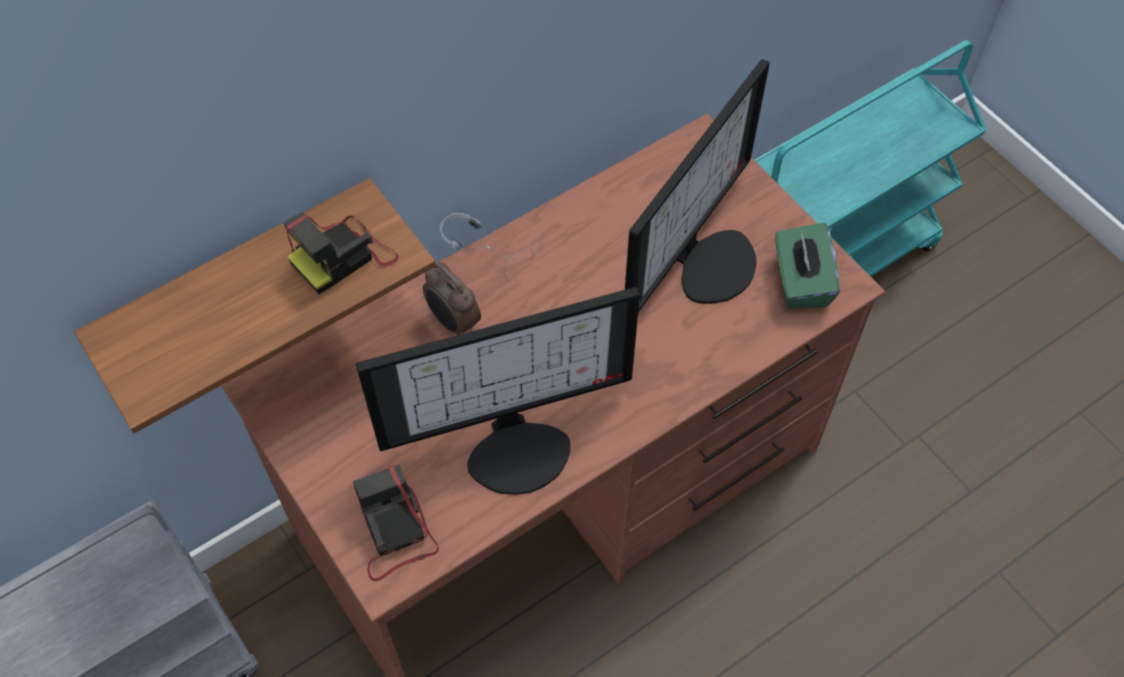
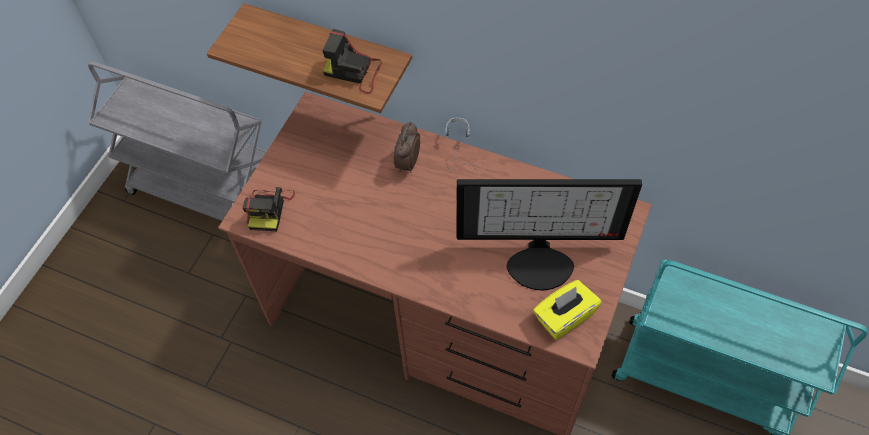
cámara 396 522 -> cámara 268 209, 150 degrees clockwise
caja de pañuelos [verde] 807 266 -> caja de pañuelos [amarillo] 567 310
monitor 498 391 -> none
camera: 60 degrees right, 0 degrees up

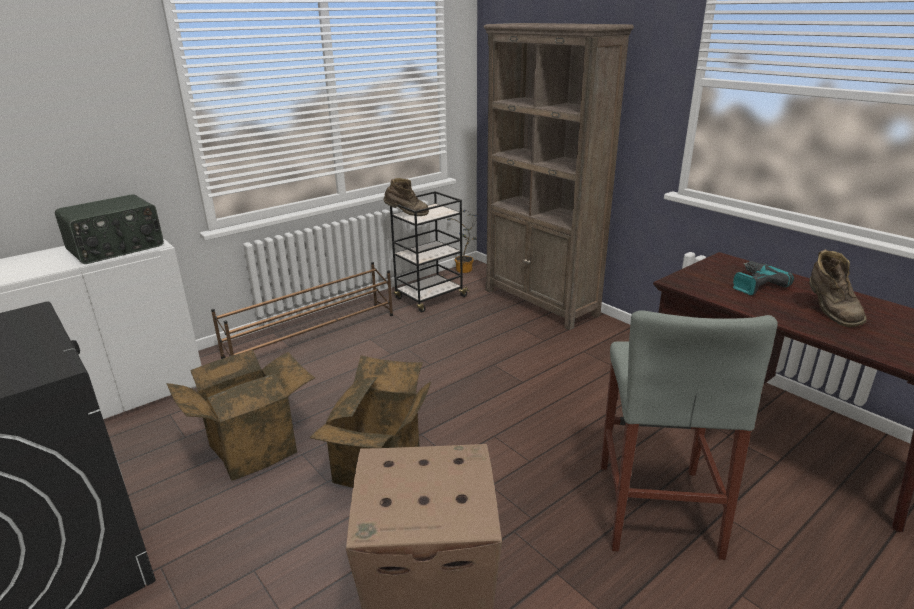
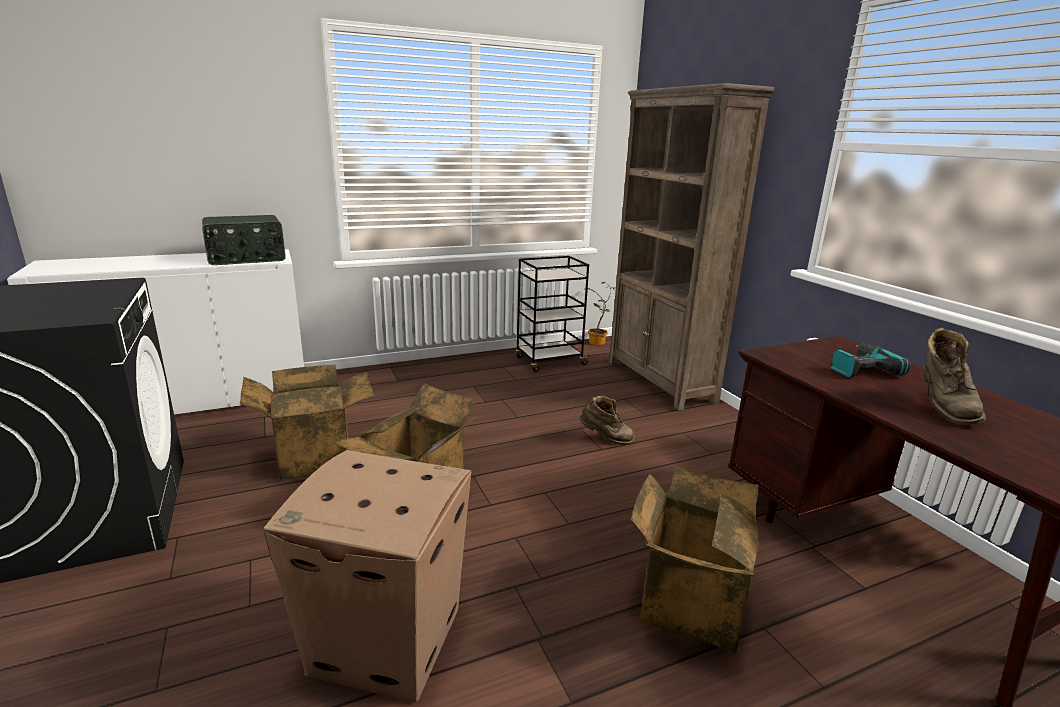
bota [marrón] 406 197 -> bota [marrón] 607 420, shifted
taburete [gris] 689 435 -> caja de cartón 694 559
zapatero [marrón] 302 310 -> none
camera: 15 degrees right, 5 degrees down

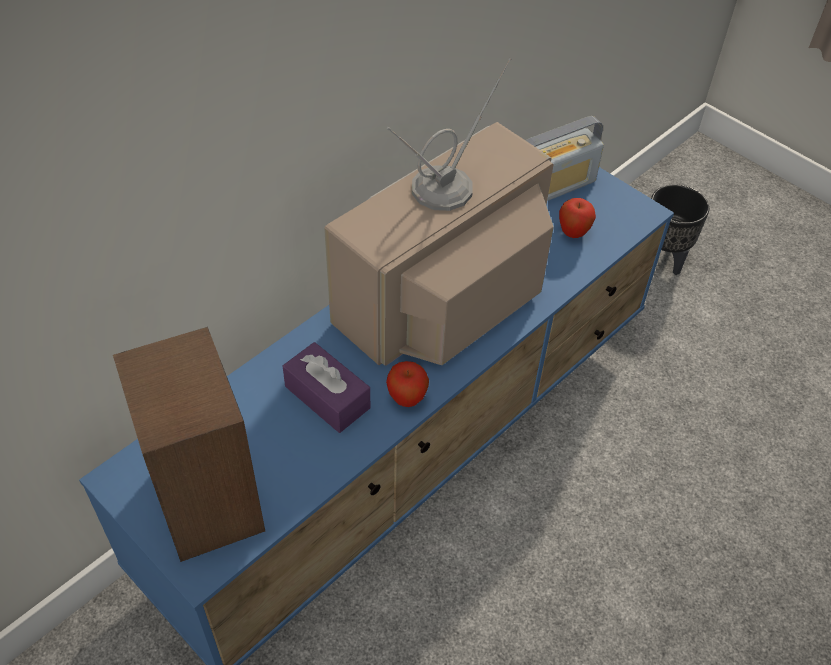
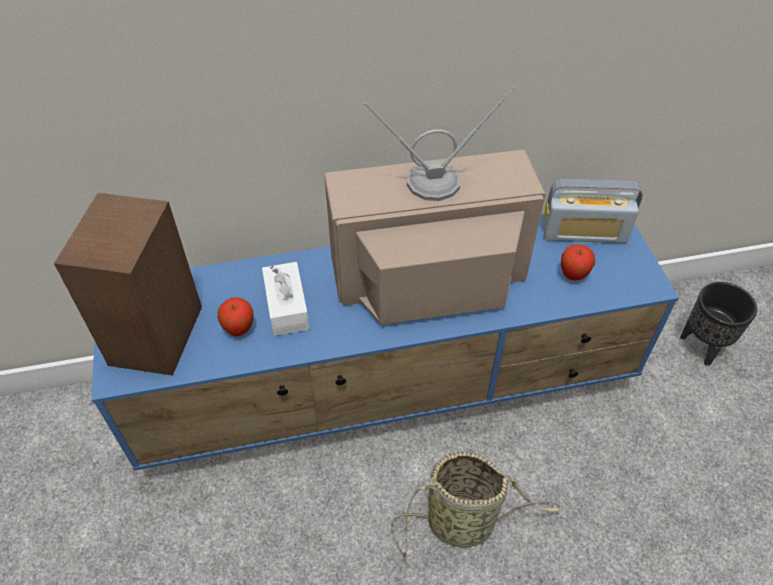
manzana 407 384 -> manzana 235 317, shifted
caja de pañuelos [morado] 326 387 -> caja de pañuelos [blanco] 286 299
none -> cesta 477 507
camera: 35 degrees right, 0 degrees up

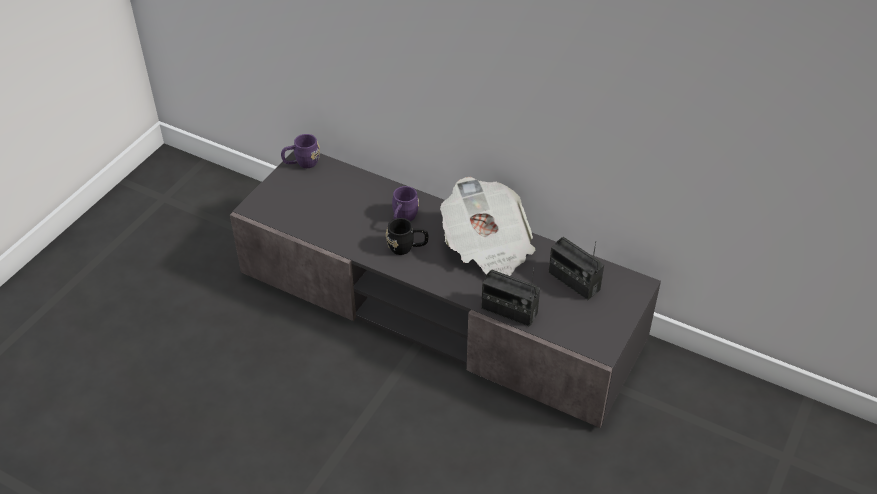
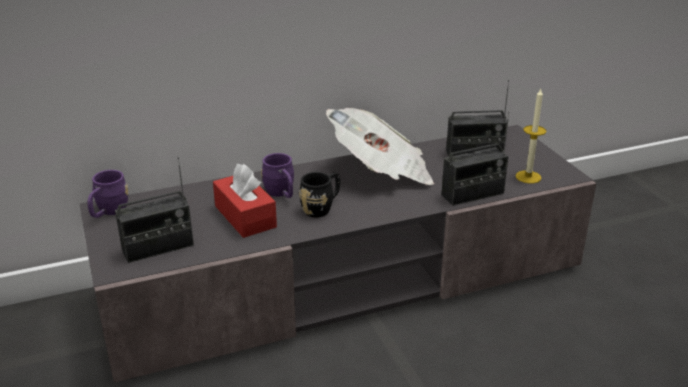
none -> radio 154 210
none -> caja de pañuelos [rojo] 245 201
none -> vela 530 136
camera: 50 degrees left, 15 degrees down

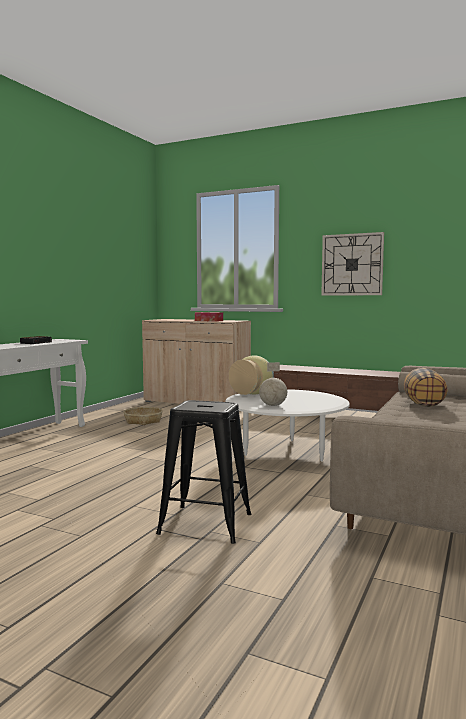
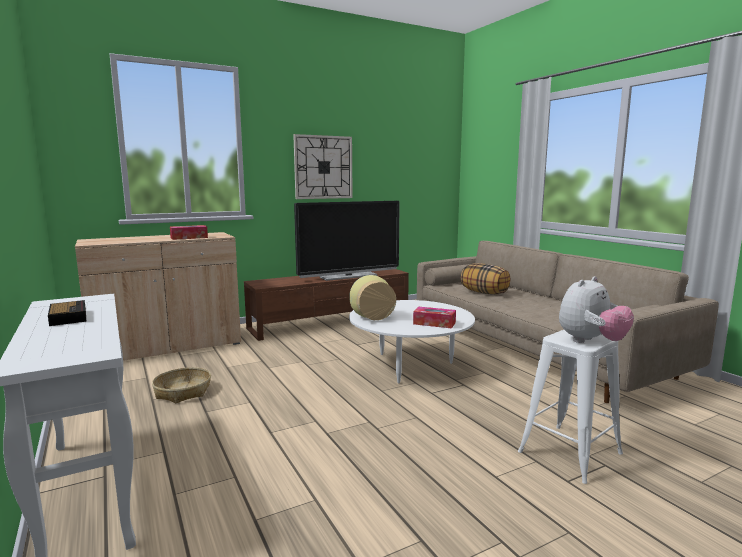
none -> televisor 347 241
globo terráqueo 273 384 -> caja de pañuelos 434 317
taburete [negro] 203 472 -> taburete [blanco] 570 407
none -> peluche 596 309
camera: 55 degrees left, 5 degrees up

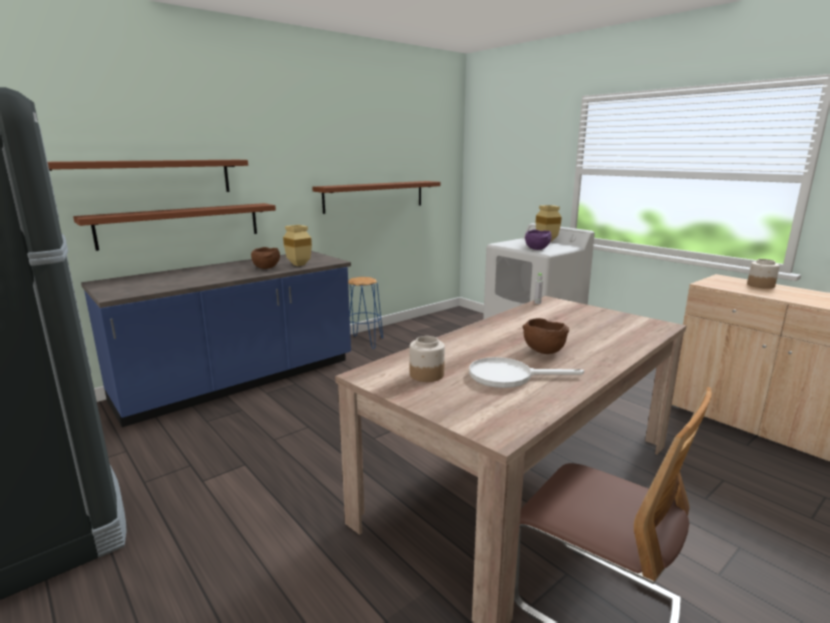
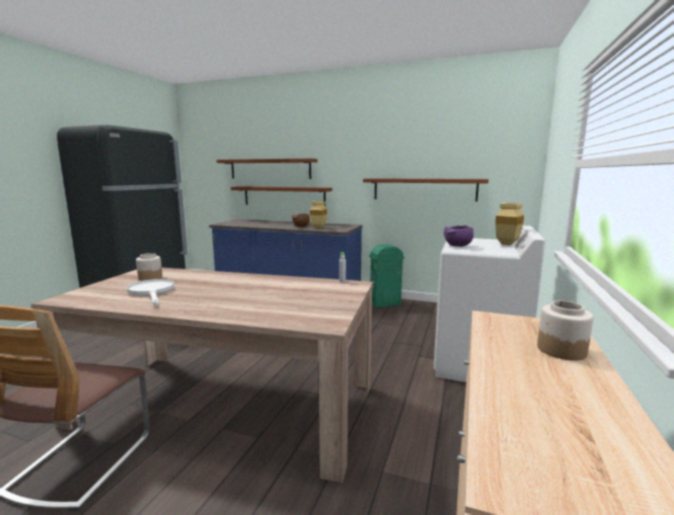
taburete [azul] 365 313 -> papelera [verde] 386 276
cuenco [marrón] 545 336 -> none
camera: 60 degrees right, 5 degrees down

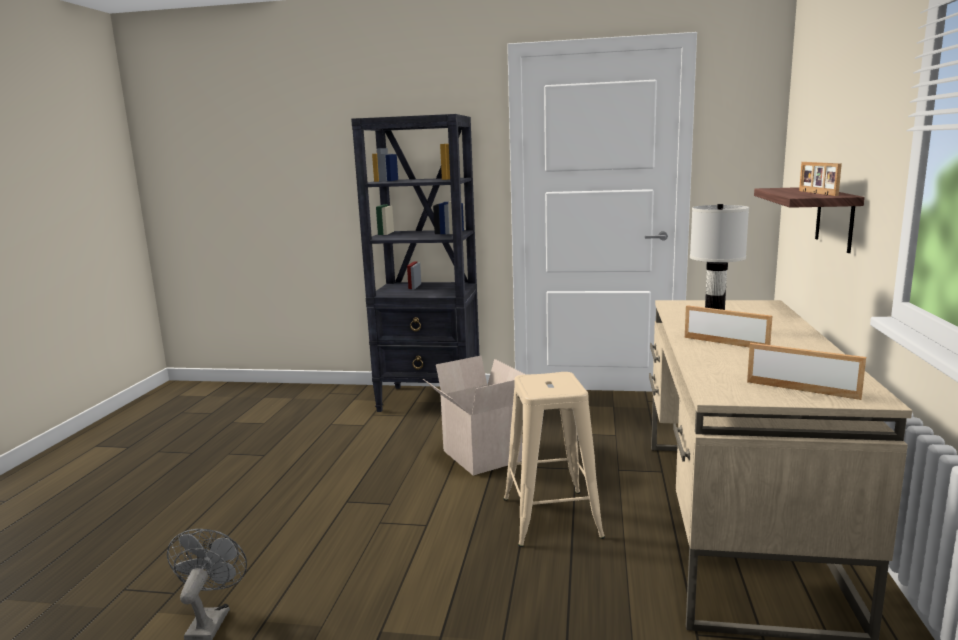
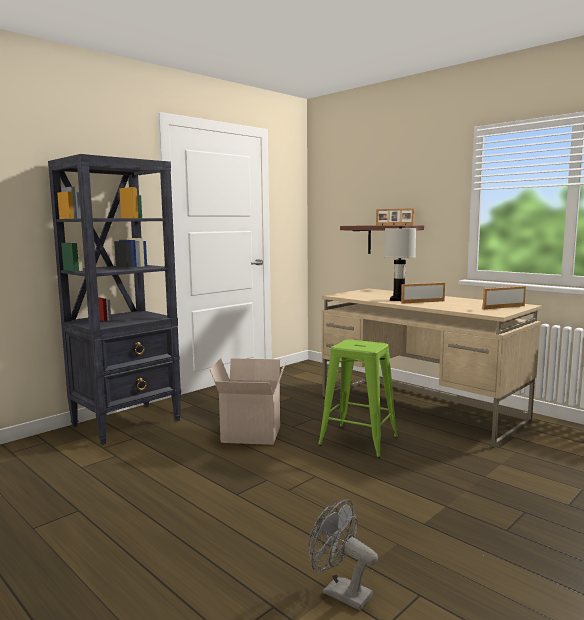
taburete [beis] 554 459 -> taburete [verde] 358 398
camera: 55 degrees left, 5 degrees down

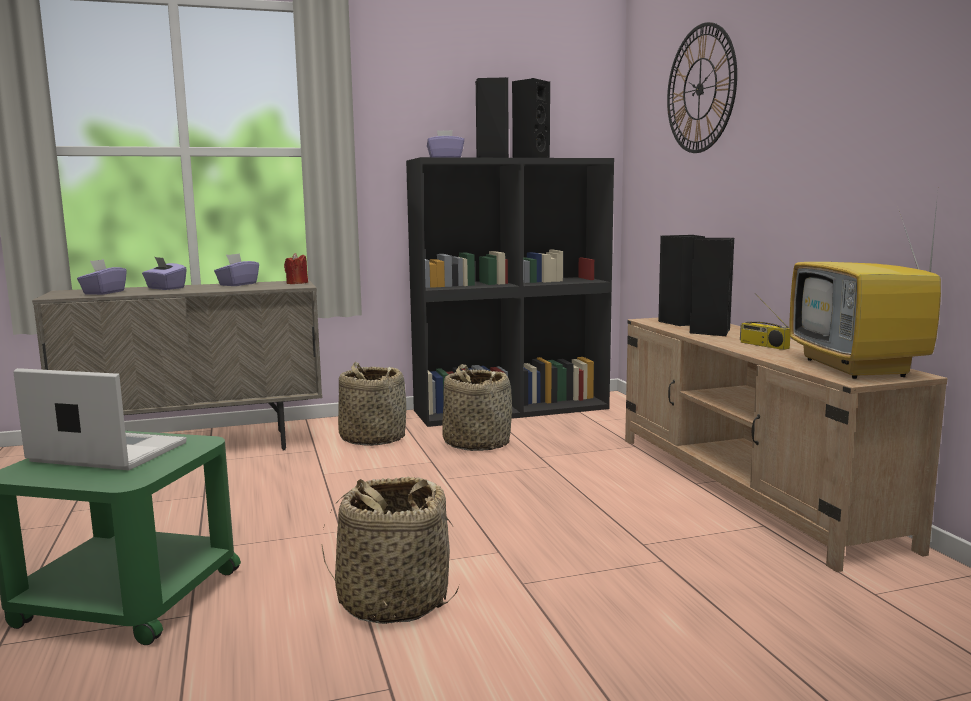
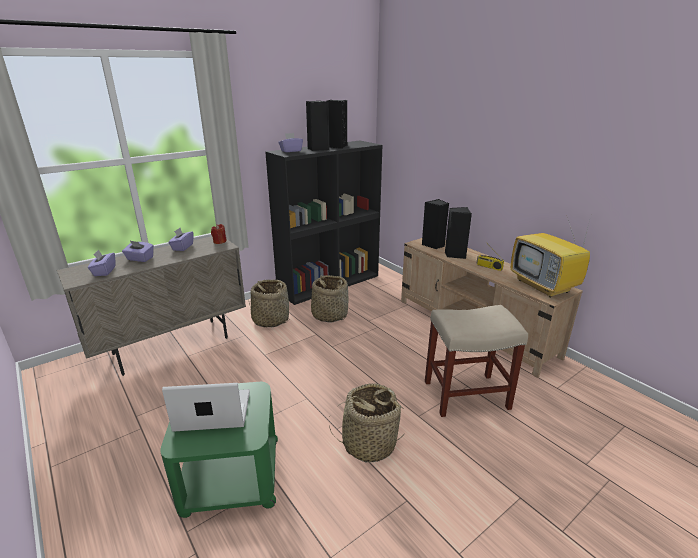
none -> taburete [beis] 476 361
reloj de pared 702 87 -> none
camera: 20 degrees left, 15 degrees up

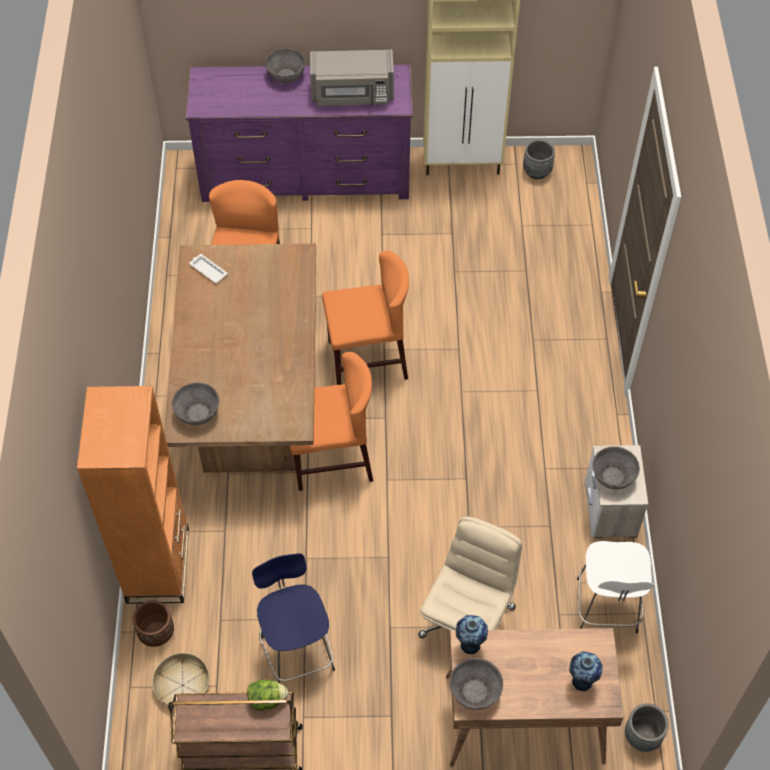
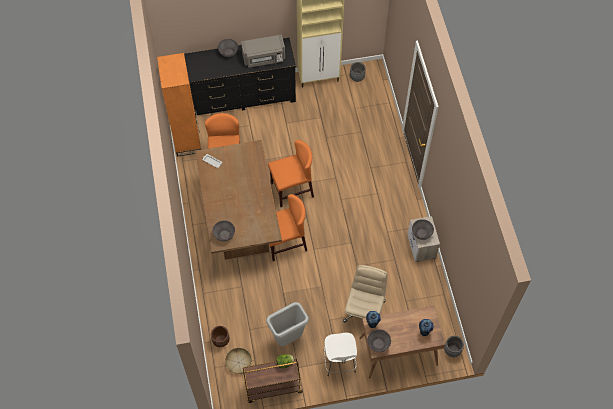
estantería [naranja] 133 495 -> estantería [naranja] 179 105, shifted
cómoda [morado] 299 133 -> cómoda [negro] 240 76
taburete [azul] 293 618 -> papelera [gris] 287 324
taburete [blanco] 616 587 -> taburete [blanco] 340 354, shifted
camera: 10 degrees left, 5 degrees up

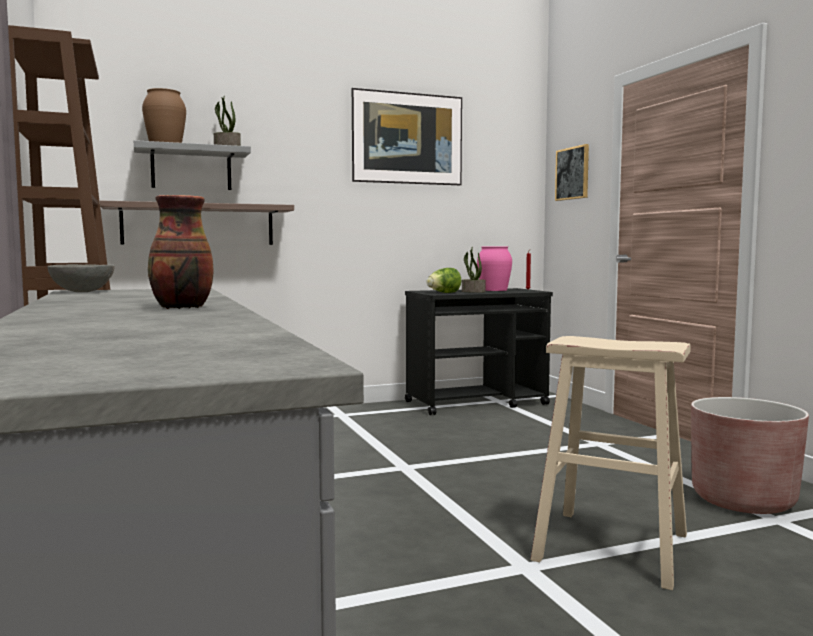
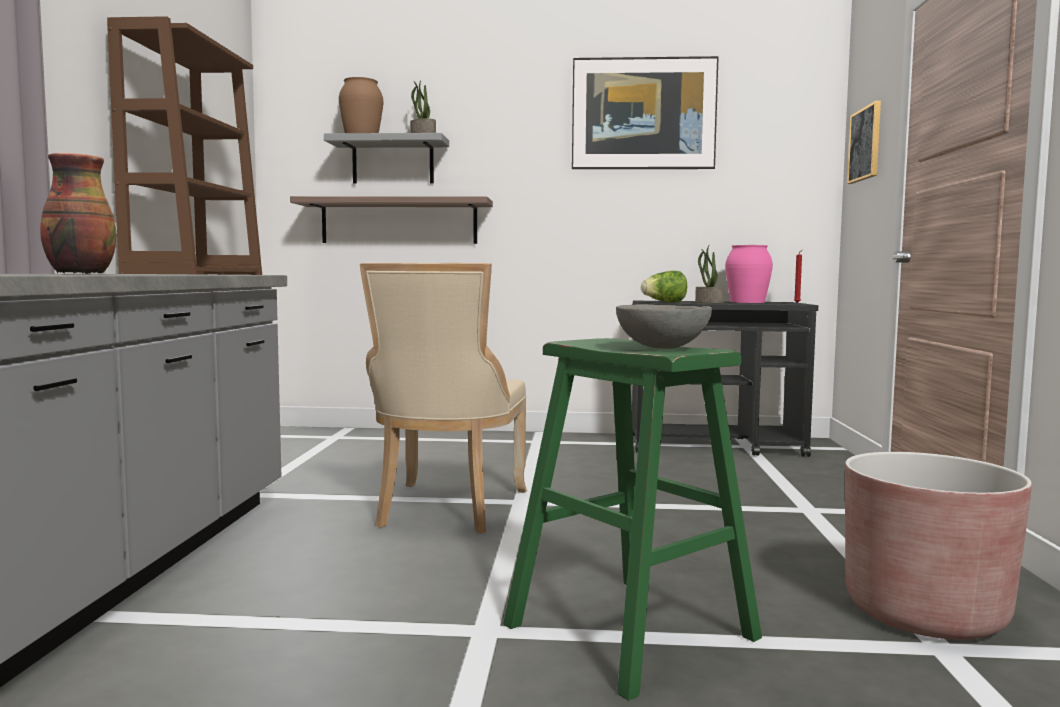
none -> silla [beis] 443 398
taburete [beis] 611 463 -> taburete [verde] 632 519
cuenco [gris] 81 278 -> cuenco [gris] 664 326, shifted
camera: 25 degrees right, 0 degrees up

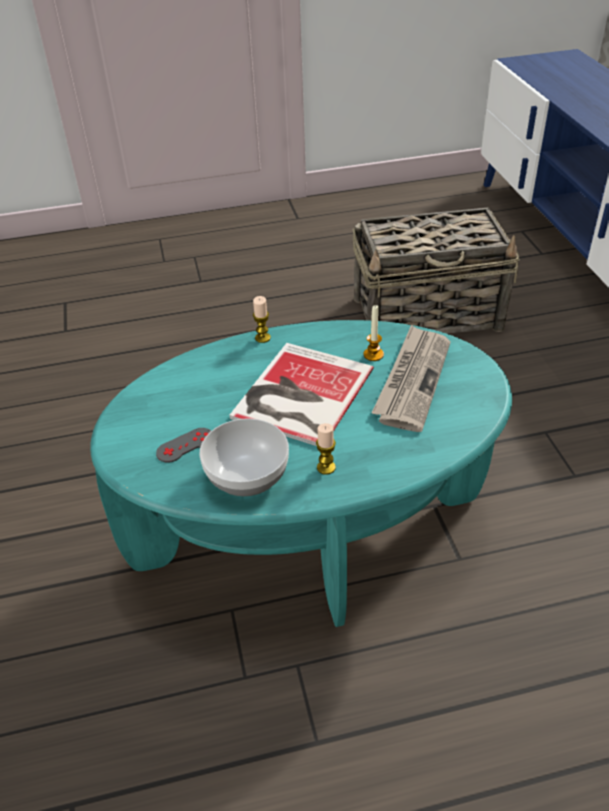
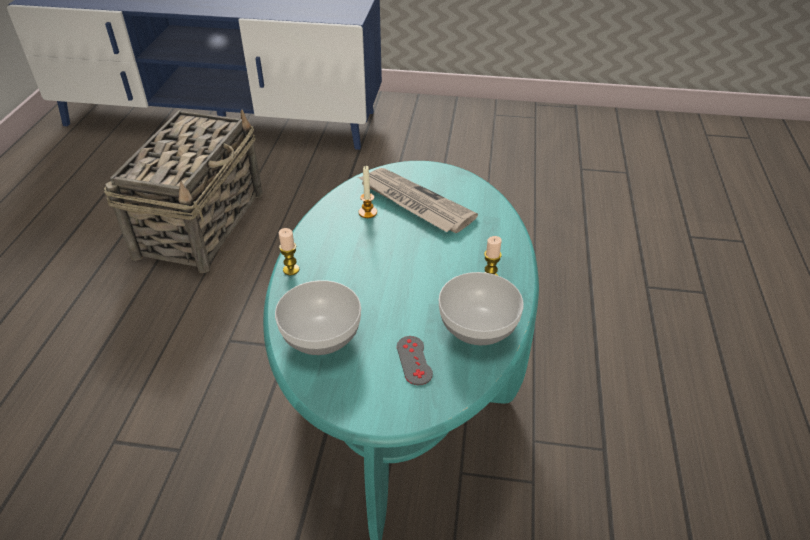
none -> cuenco 318 317
libro 301 394 -> none
camera: 70 degrees left, 0 degrees up

